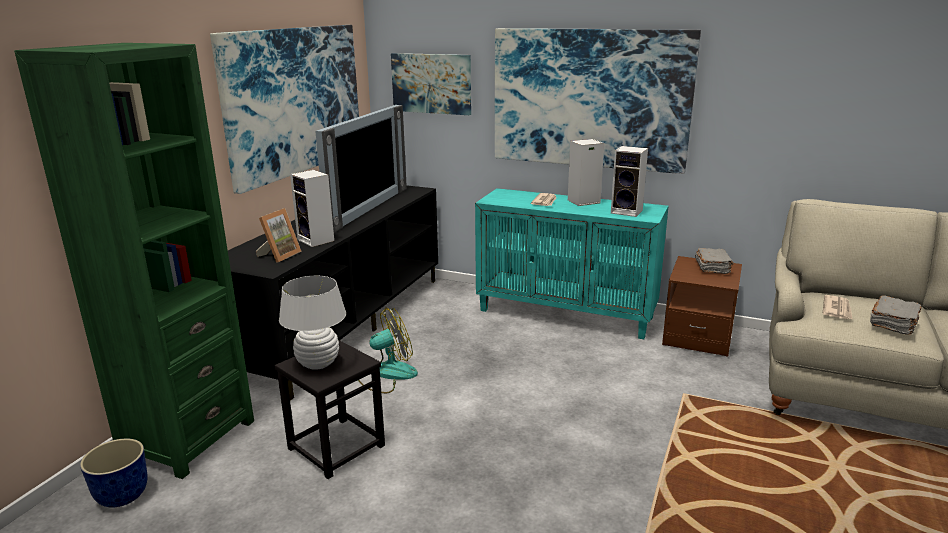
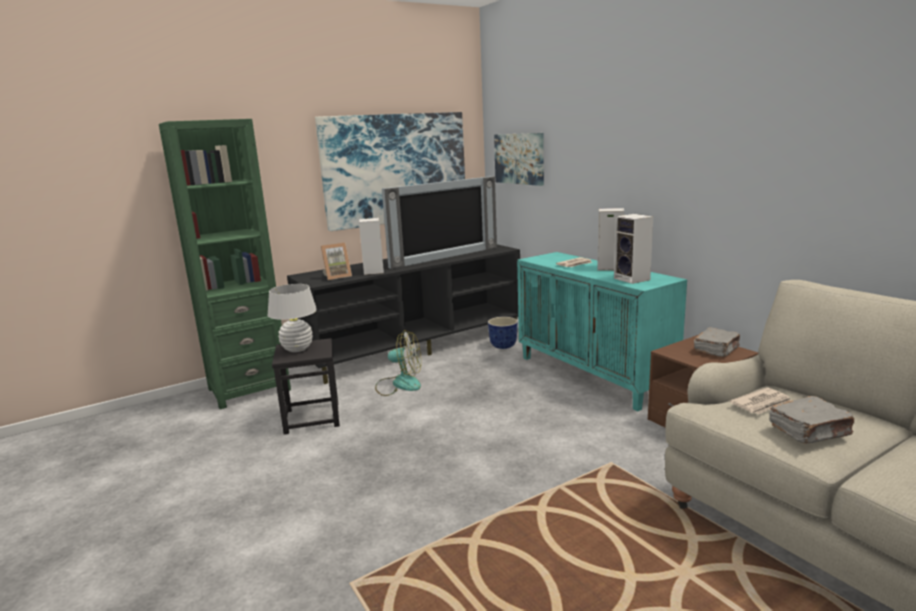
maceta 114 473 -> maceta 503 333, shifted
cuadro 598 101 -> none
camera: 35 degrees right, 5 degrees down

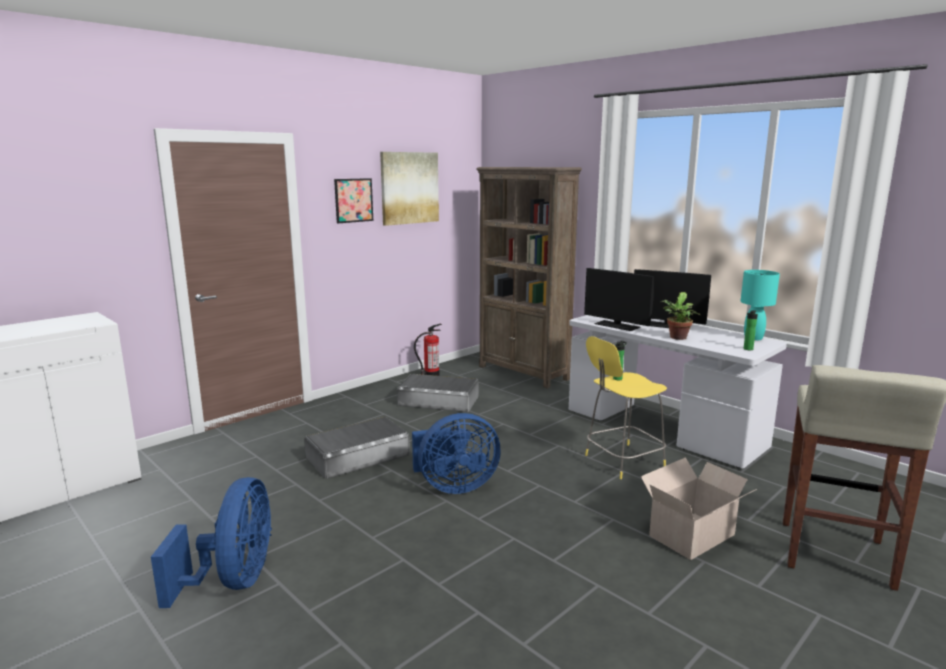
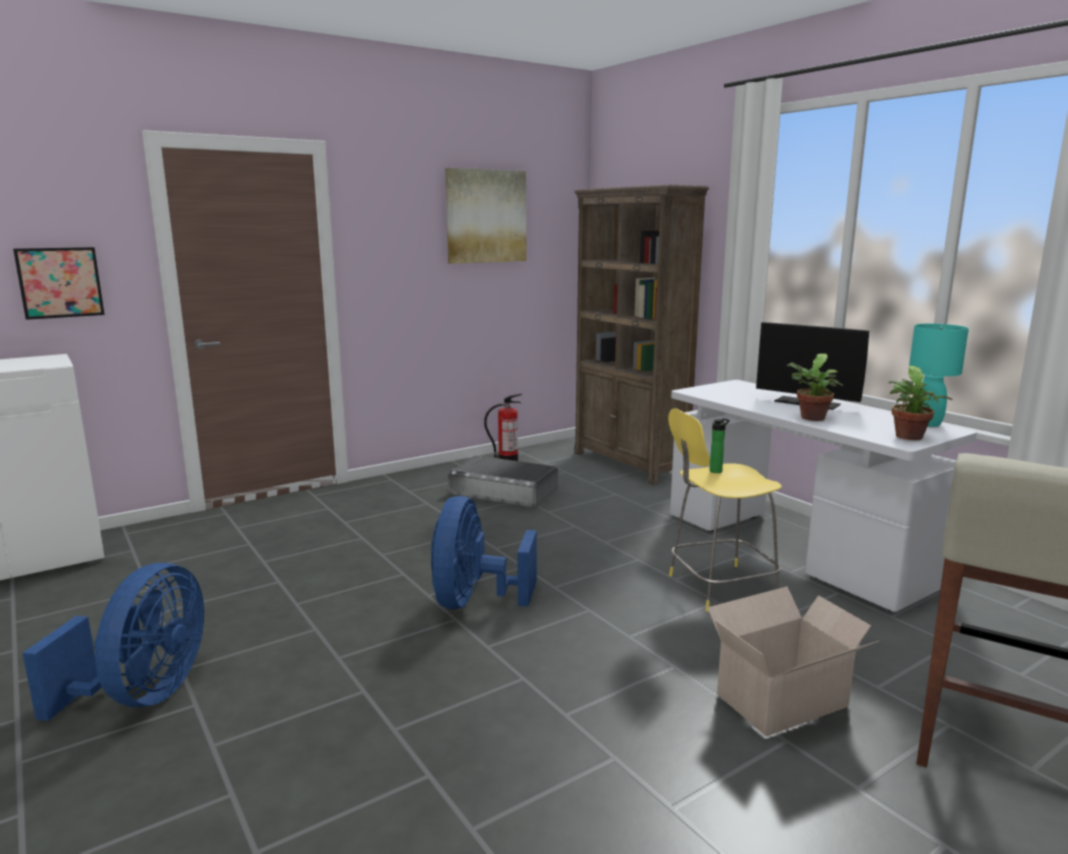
cuadro 353 200 -> cuadro 59 283, shifted
ventilador [azul] 456 453 -> ventilador [azul] 484 552, 105 degrees clockwise
botella 751 330 -> planta en maceta 920 403
caja de almacenaje [gris] 357 448 -> none
monitor 619 299 -> none
camera: 10 degrees right, 0 degrees up

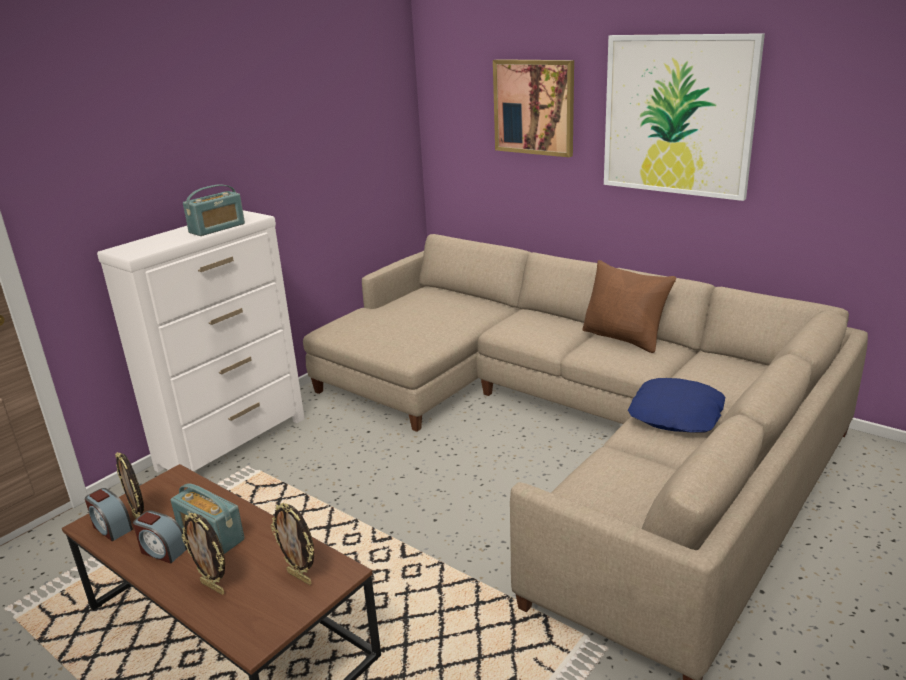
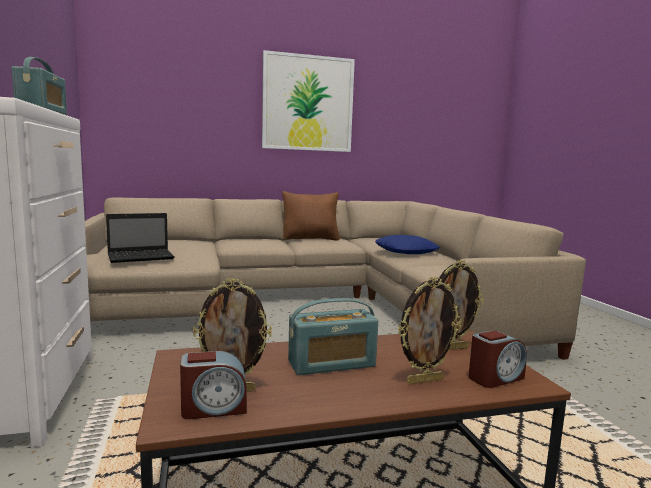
none -> portátil 140 238
despertador 160 537 -> despertador 498 359, shifted
cuadro 533 108 -> none
camera: 55 degrees left, 15 degrees down

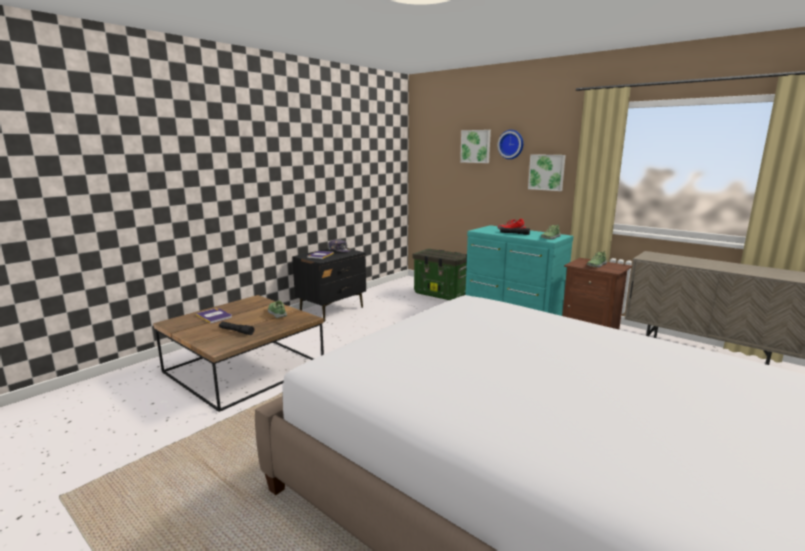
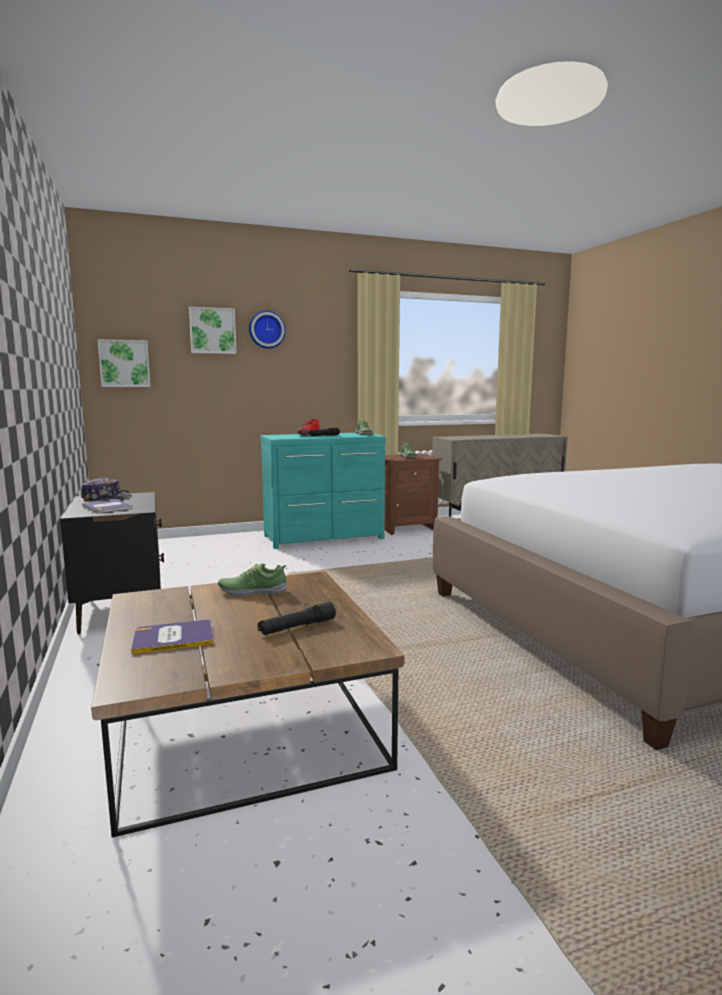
cuadro 547 172 -> cuadro 124 363, shifted
caja de almacenaje 439 274 -> none
camera: 60 degrees left, 5 degrees down

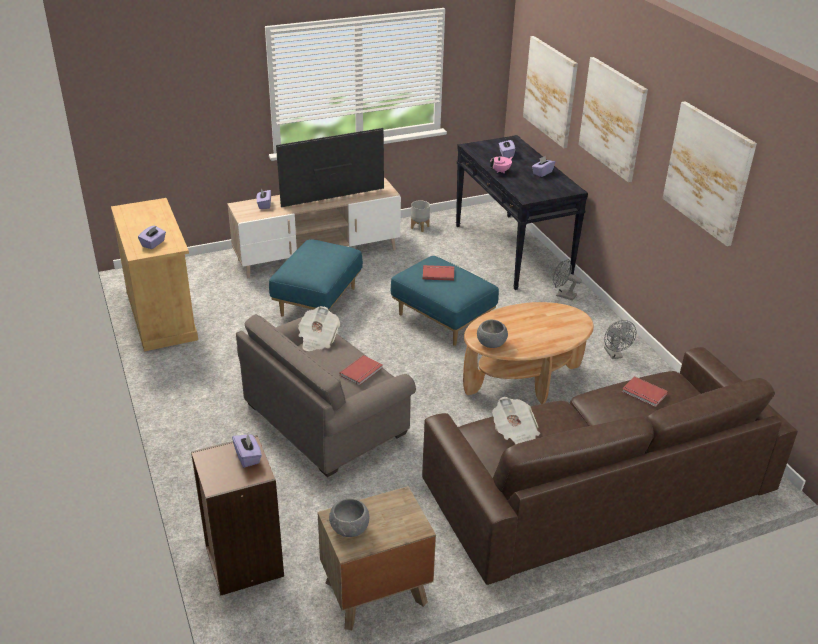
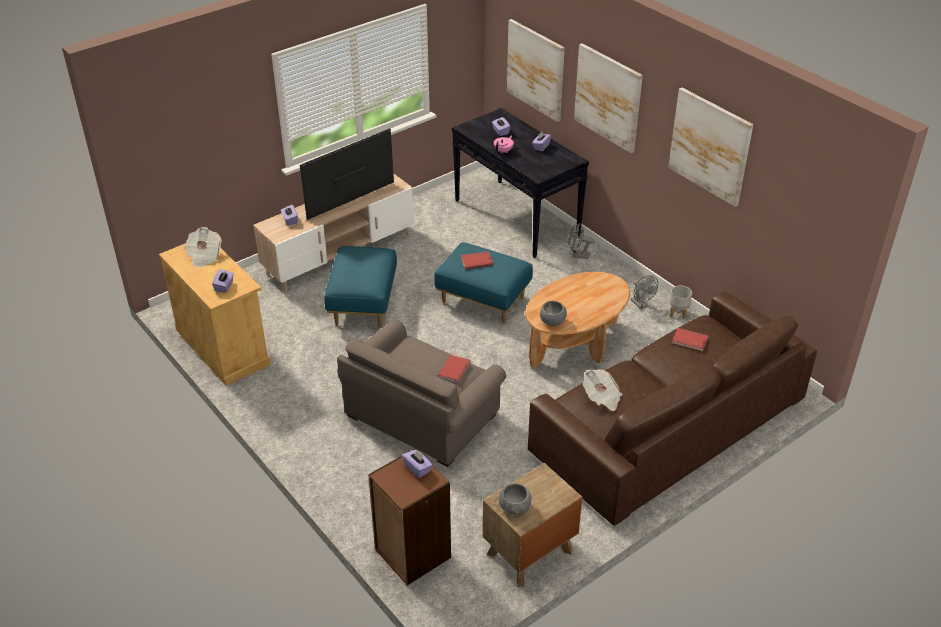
periódico 319 328 -> periódico 203 247, shifted
maceta [gris] 420 216 -> maceta [gris] 681 302, shifted
camera: 15 degrees left, 5 degrees up

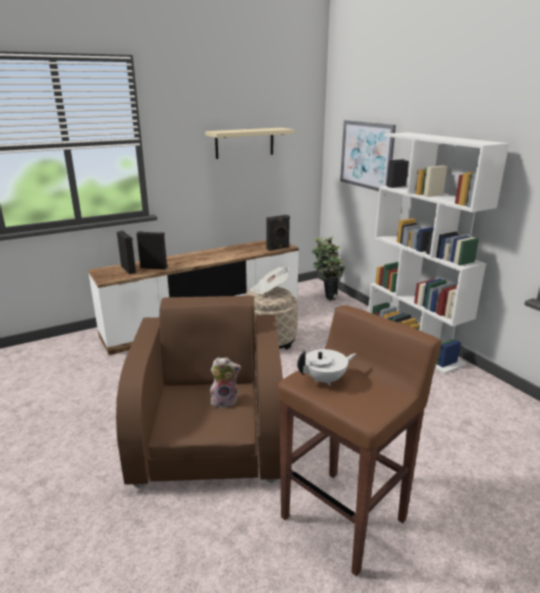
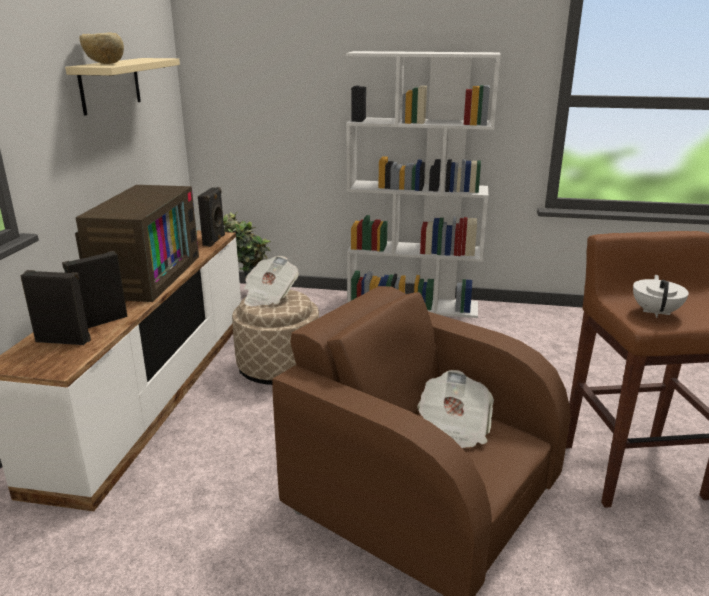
none -> televisor 137 243
none -> cuenco [beis] 102 48
peluche 225 383 -> periódico 455 409
cuadro 368 155 -> none
camera: 50 degrees left, 0 degrees up

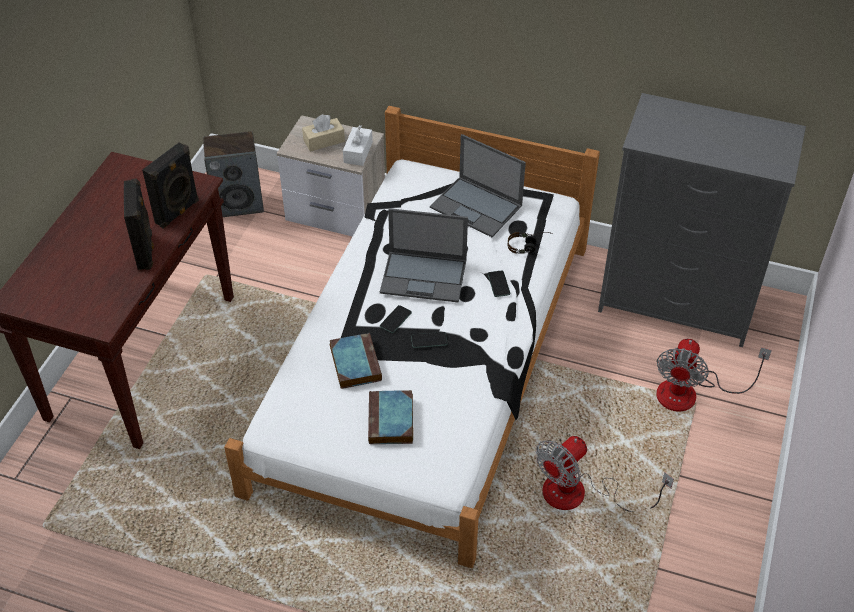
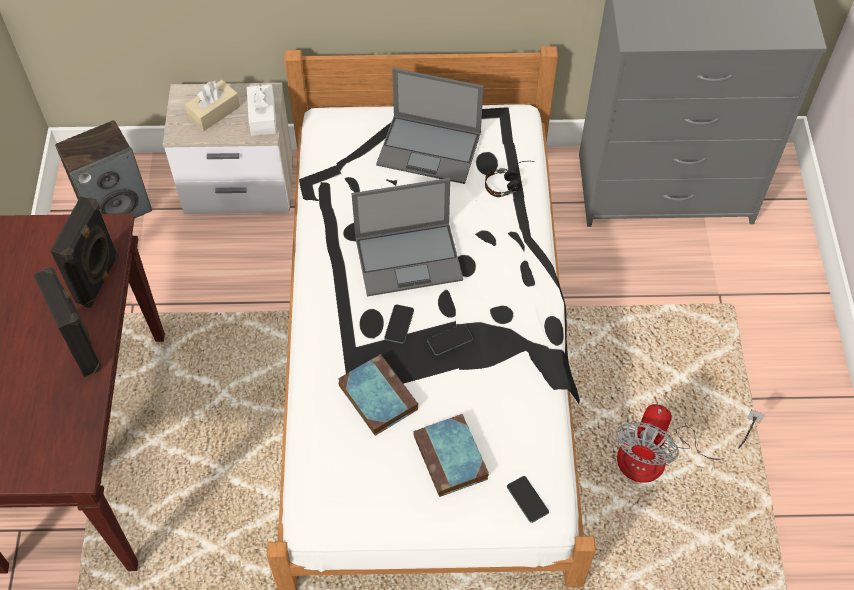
móvil 499 284 -> móvil 528 499, shifted
ventilador 714 375 -> none
camera: 20 degrees left, 10 degrees up

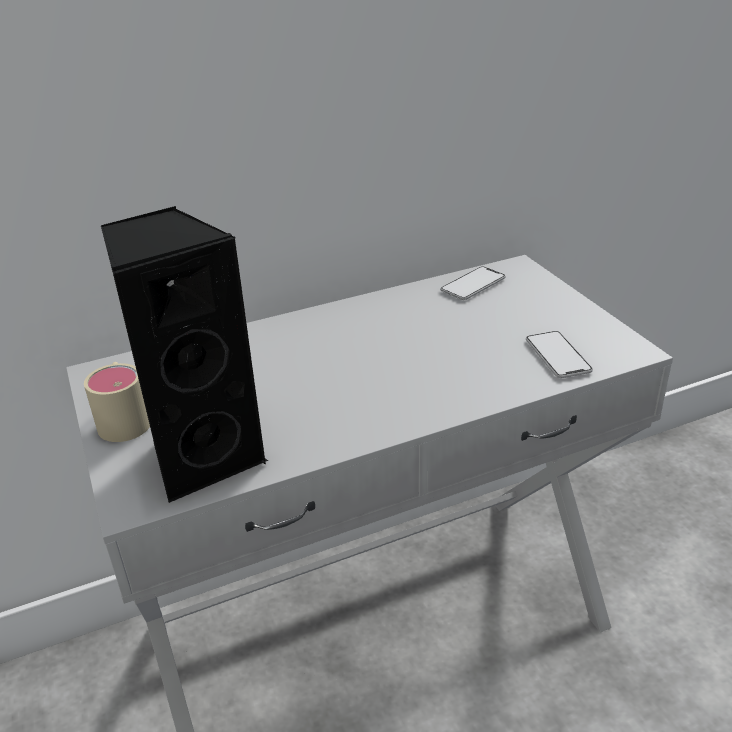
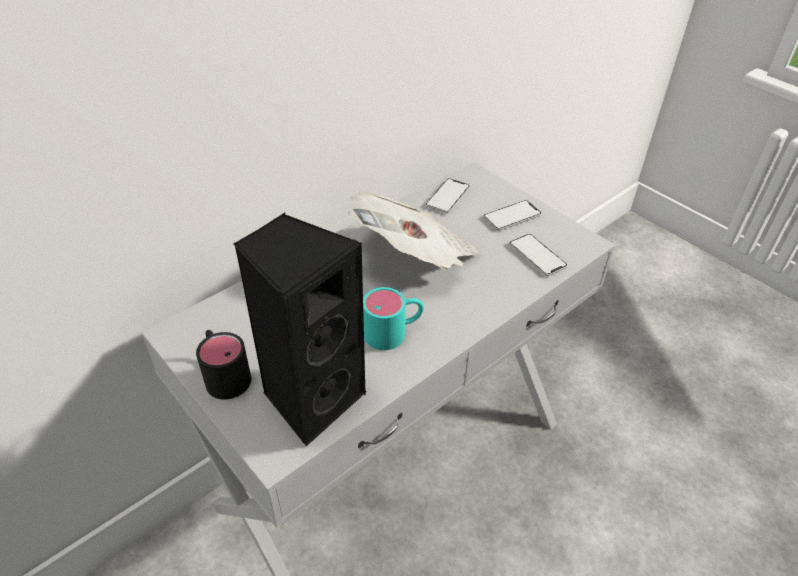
taza grande [beis] 117 402 -> taza grande [negro] 223 364
none -> periódico 414 230
none -> taza grande [turquesa] 393 318
none -> móvil 512 215
camera: 20 degrees left, 10 degrees up

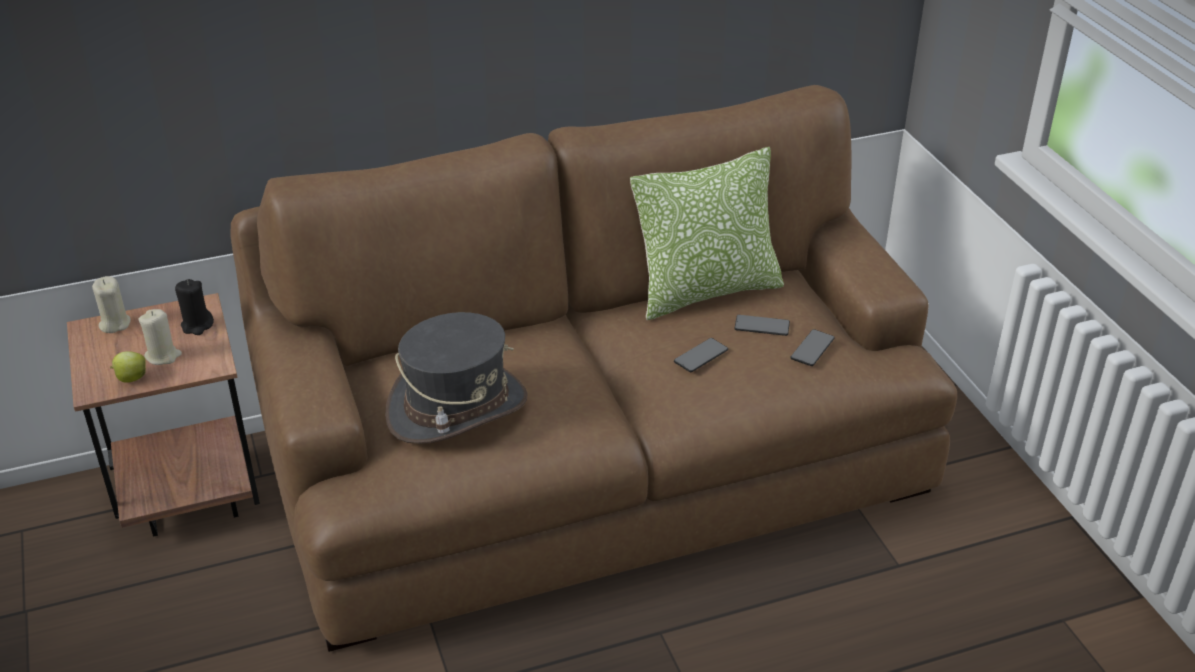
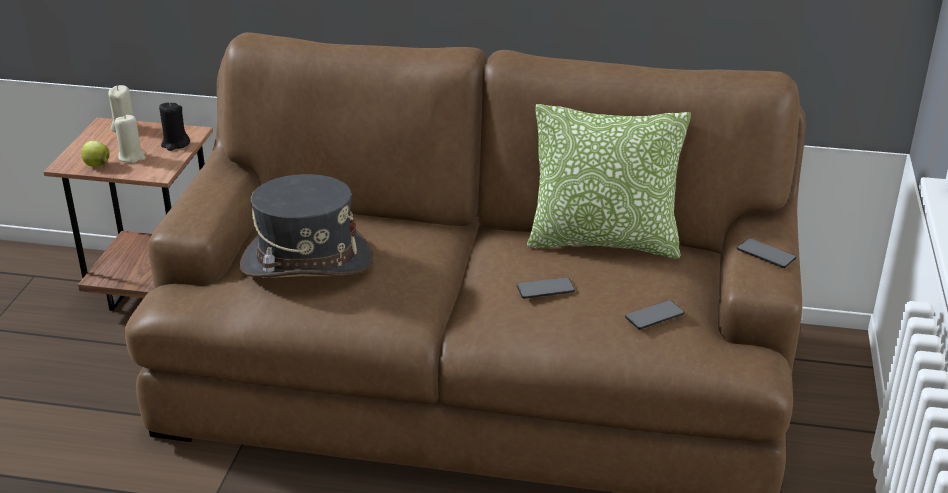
móvil 762 325 -> móvil 766 253, shifted
camera: 30 degrees right, 5 degrees down

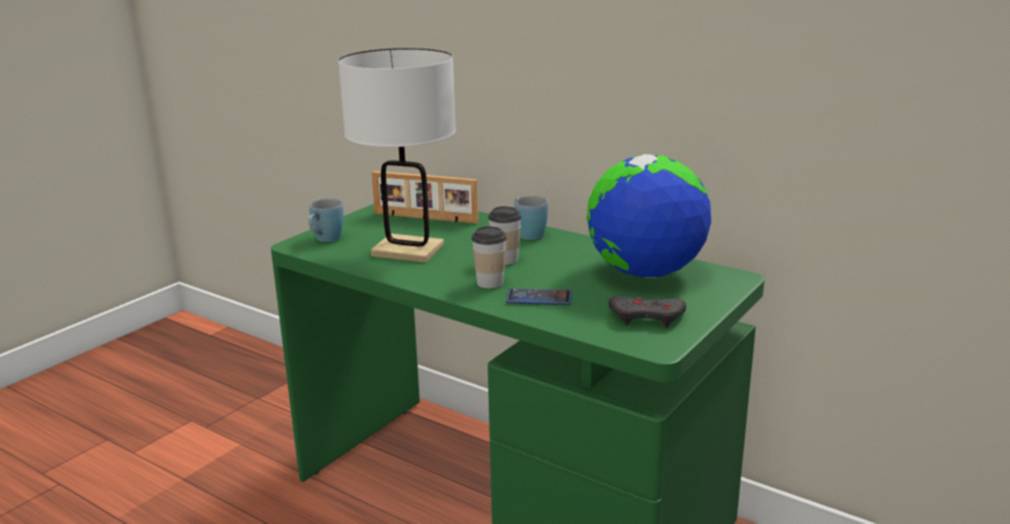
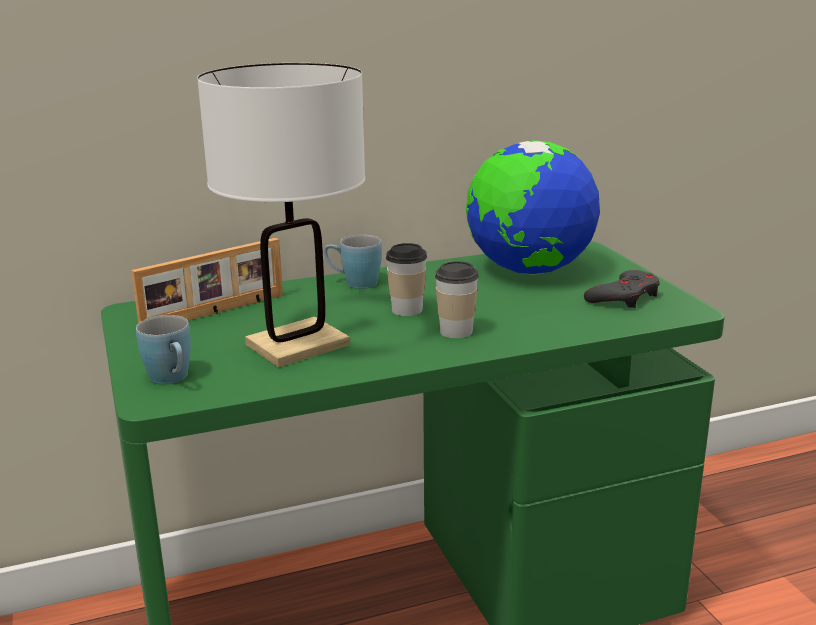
móvil 539 296 -> none
camera: 55 degrees left, 0 degrees up

